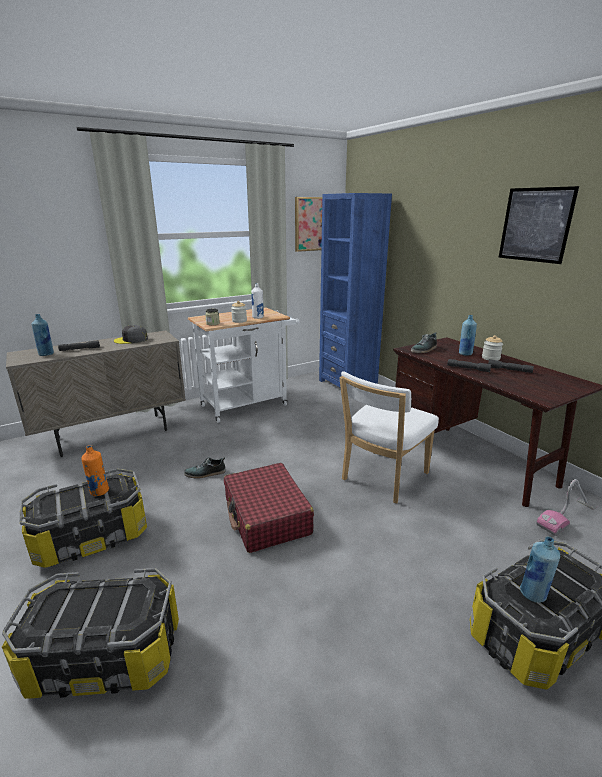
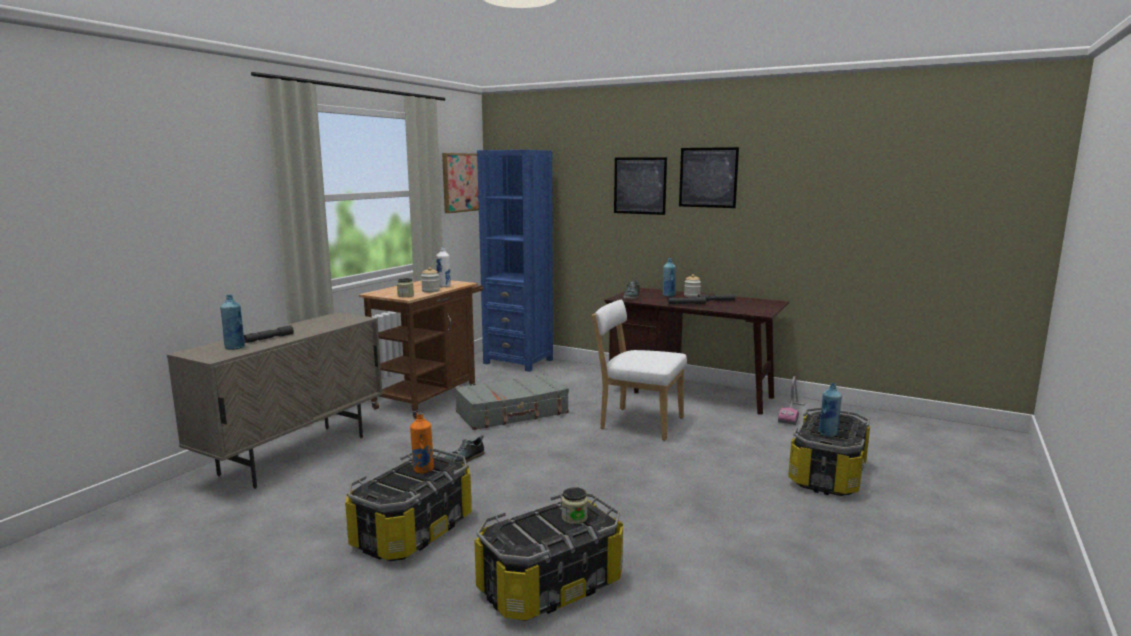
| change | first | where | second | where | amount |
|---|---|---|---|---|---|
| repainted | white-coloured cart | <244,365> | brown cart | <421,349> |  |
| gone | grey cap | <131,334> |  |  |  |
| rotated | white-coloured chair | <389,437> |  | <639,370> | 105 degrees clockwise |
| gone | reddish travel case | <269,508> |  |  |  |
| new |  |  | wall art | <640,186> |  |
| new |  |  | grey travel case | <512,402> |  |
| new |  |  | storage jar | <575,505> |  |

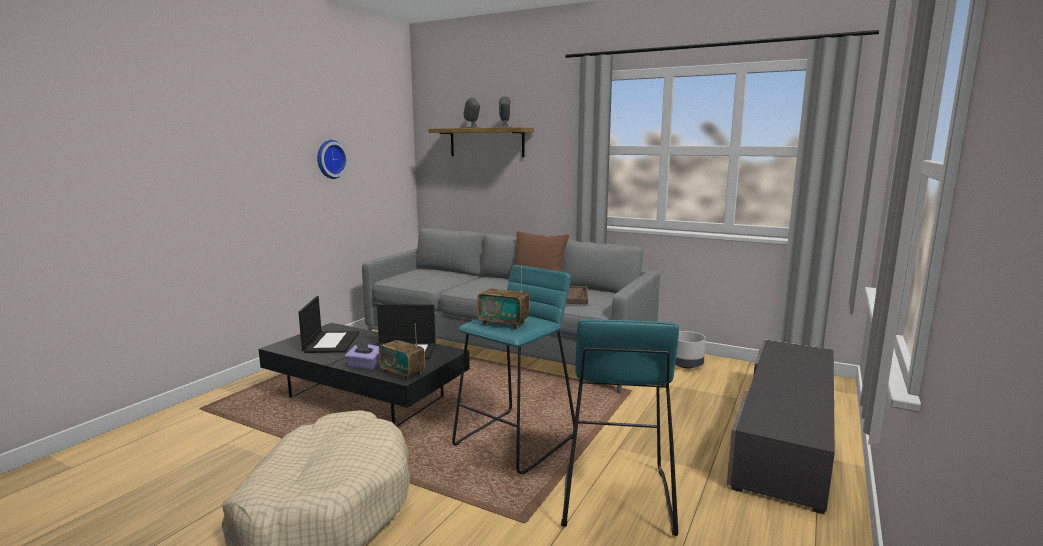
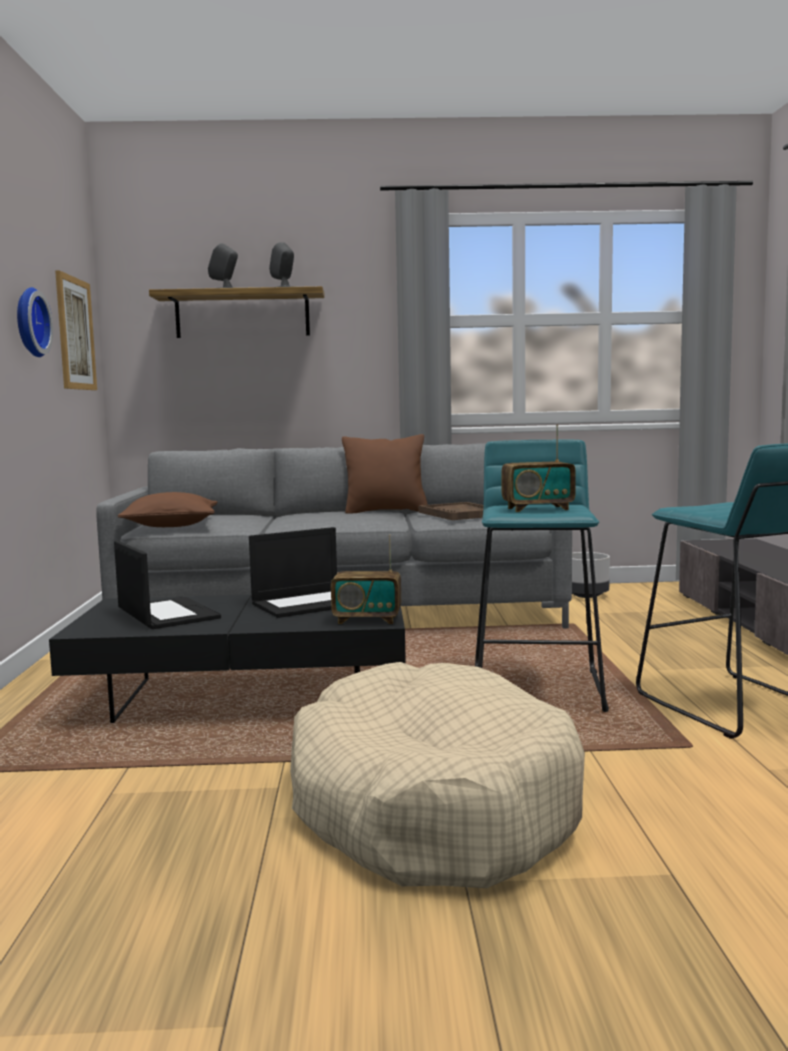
| change | first | where | second | where | amount |
|---|---|---|---|---|---|
| gone | purple tissue box | <362,356> |  |  |  |
| new |  |  | wall art | <76,330> |  |
| new |  |  | brown throw pillow | <167,509> |  |

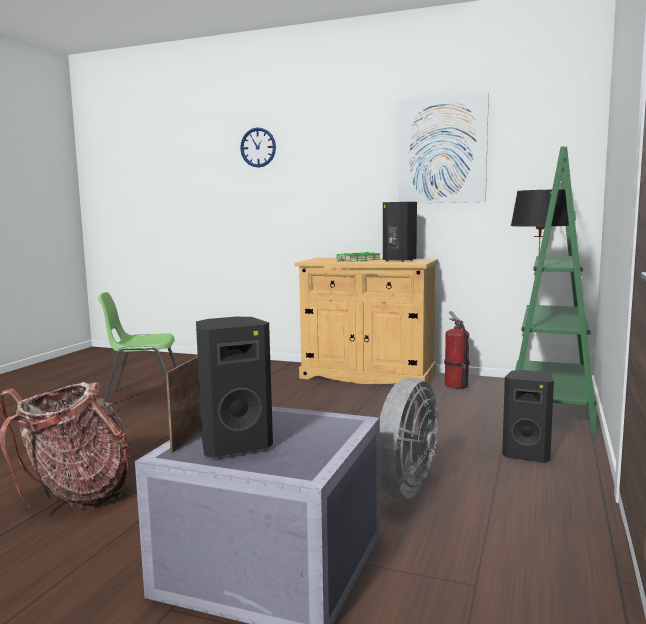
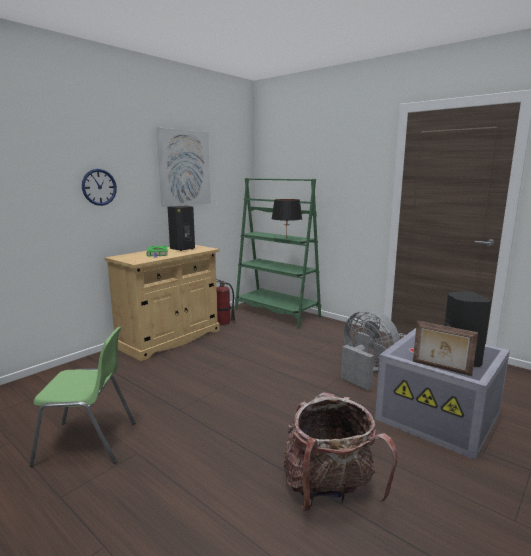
| change | first | where | second | where | amount |
|---|---|---|---|---|---|
| shifted | wall clock | <258,147> |  | <99,187> |  |
| rotated | green chair | <137,347> |  | <82,397> | 105 degrees counterclockwise |
| gone | black audio speaker | <528,416> |  |  |  |

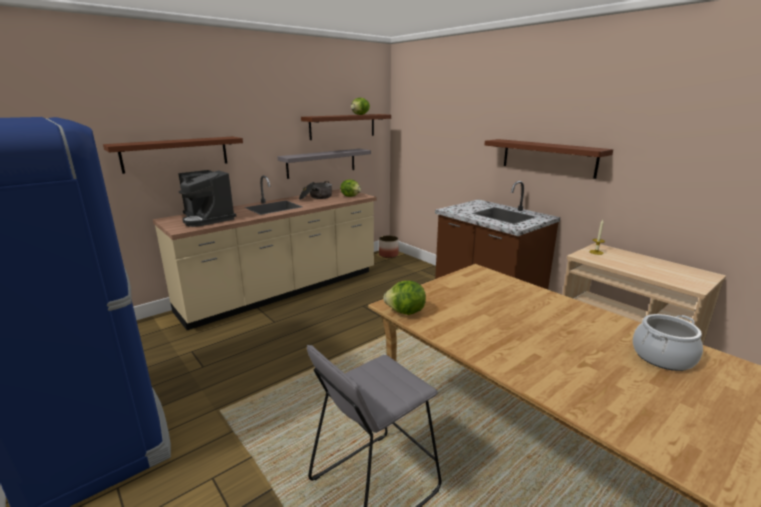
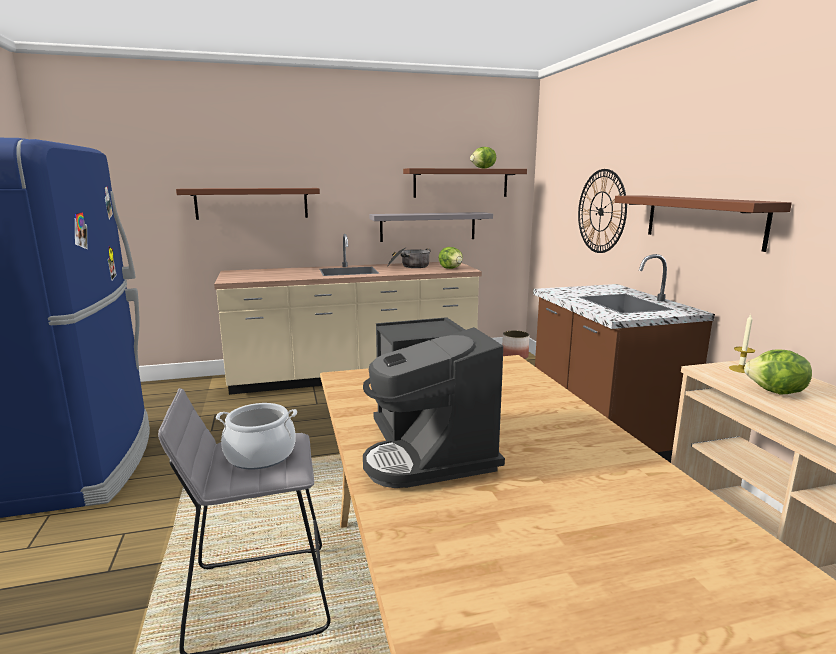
| change | first | where | second | where | amount |
|---|---|---|---|---|---|
| shifted | coffee maker | <207,198> |  | <434,402> |  |
| shifted | lettuce head | <404,298> |  | <778,371> |  |
| shifted | cooking pot | <668,342> |  | <256,436> |  |
| new |  |  | wall clock | <602,211> |  |

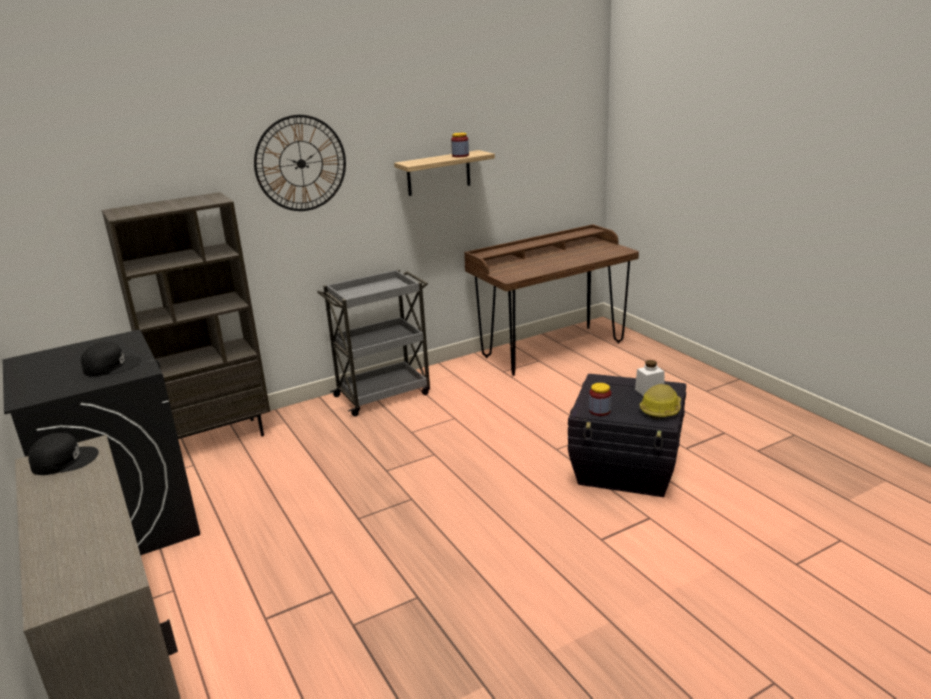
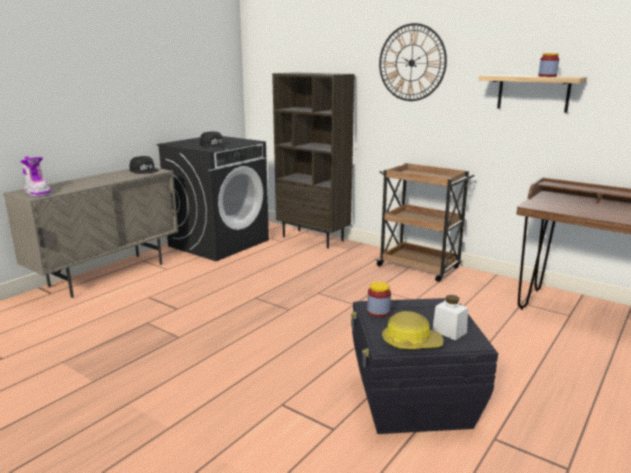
| change | first | where | second | where | amount |
|---|---|---|---|---|---|
| repainted | grey cart | <373,342> | brown cart | <424,222> |  |
| new |  |  | high-top boot | <35,176> |  |

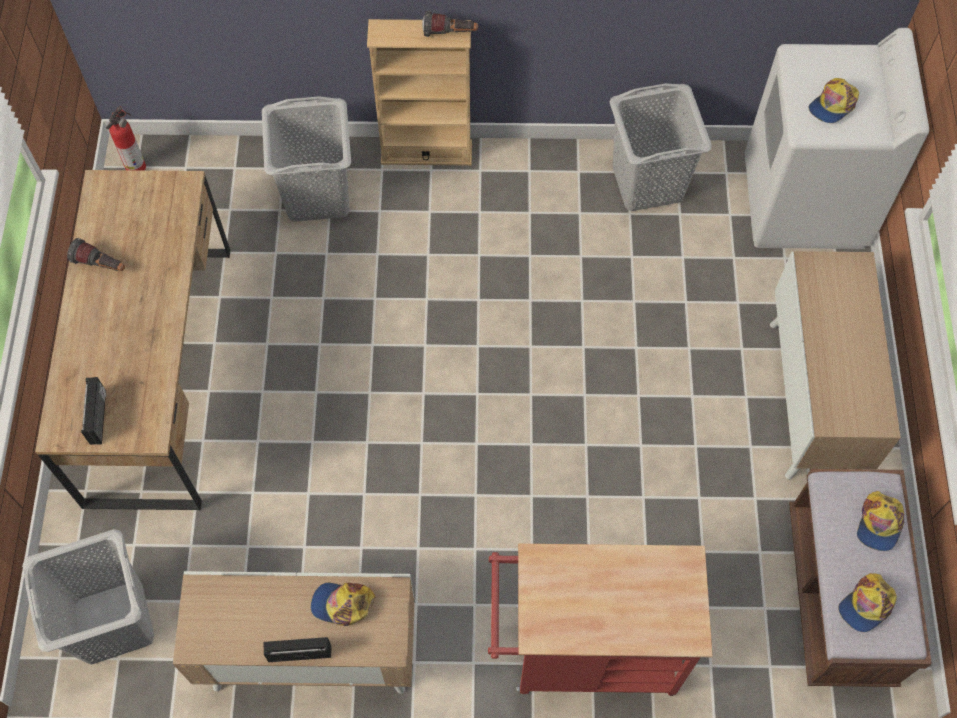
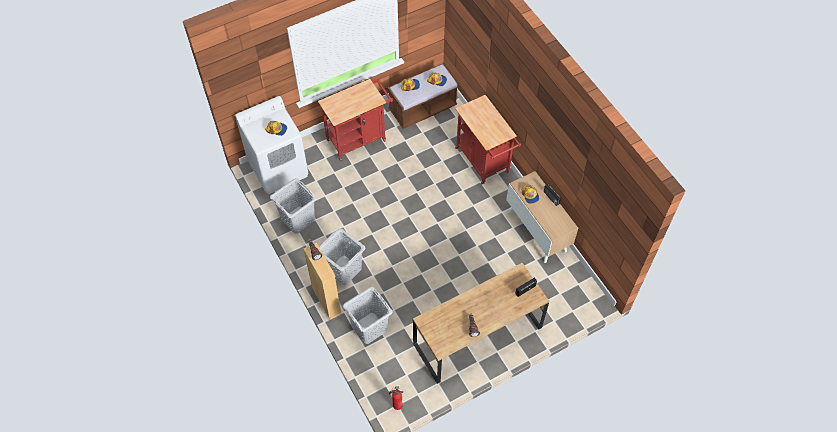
| change | first | where | second | where | amount |
|---|---|---|---|---|---|
| swapped | storage cabinet | <835,365> | reddish cart | <355,119> |  |
| shifted | grey washing basket | <88,597> |  | <342,256> |  |

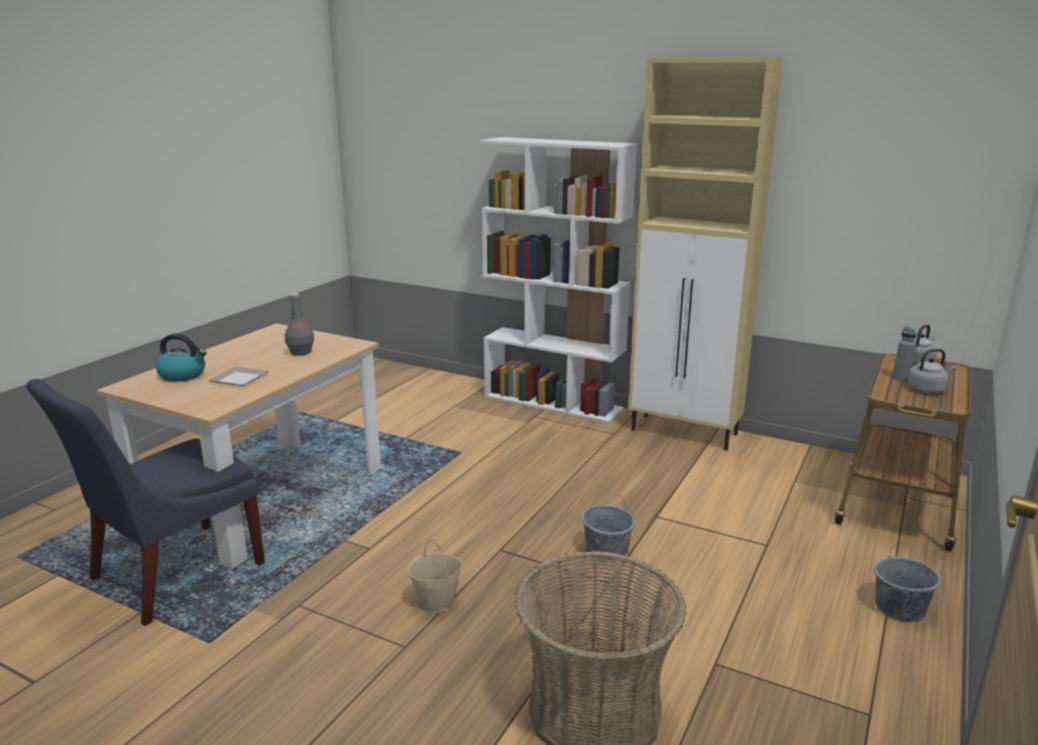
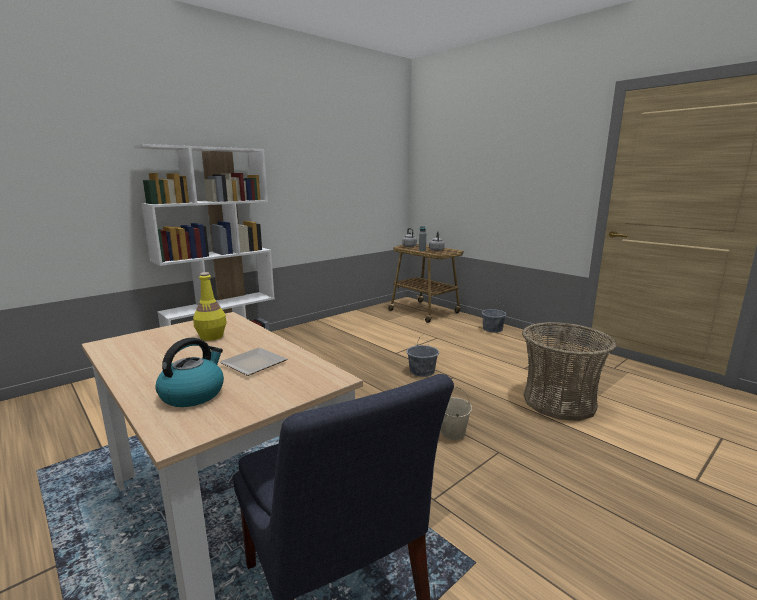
| change | first | where | second | where | amount |
|---|---|---|---|---|---|
| gone | beige-coloured storage cabinet | <705,254> |  |  |  |
| repainted | grey bottle | <299,324> | yellow bottle | <210,306> |  |

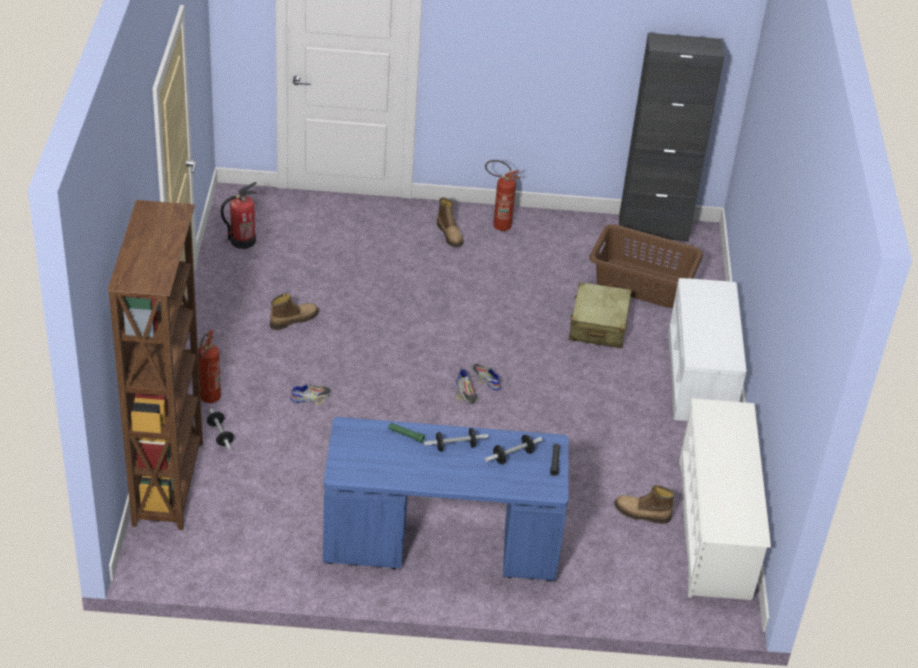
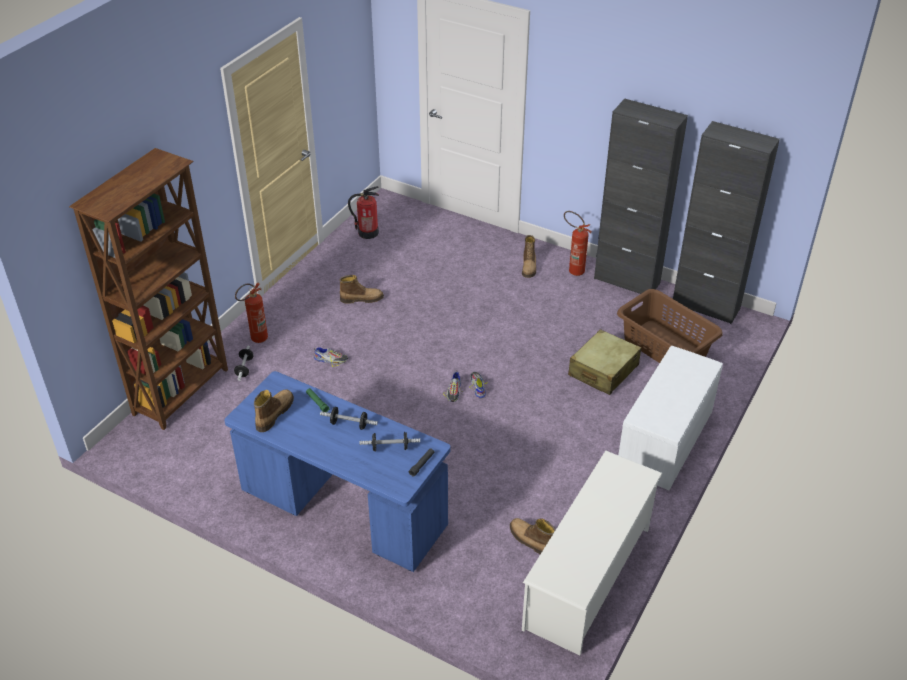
| change | first | where | second | where | amount |
|---|---|---|---|---|---|
| new |  |  | black storage cabinet | <641,196> |  |
| new |  |  | high-top boot | <274,410> |  |

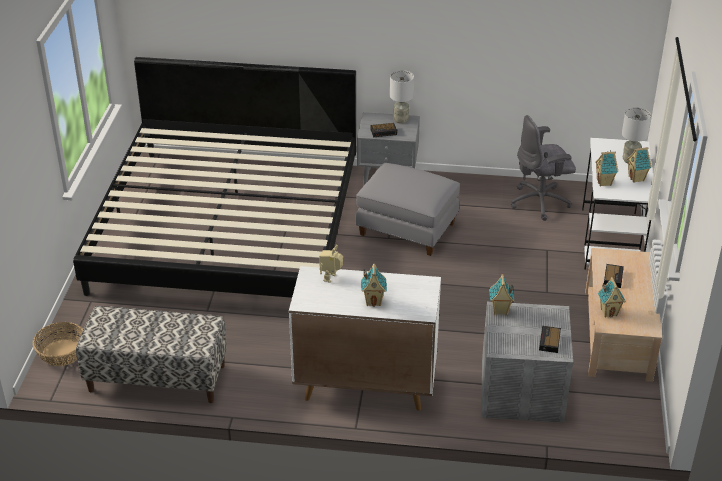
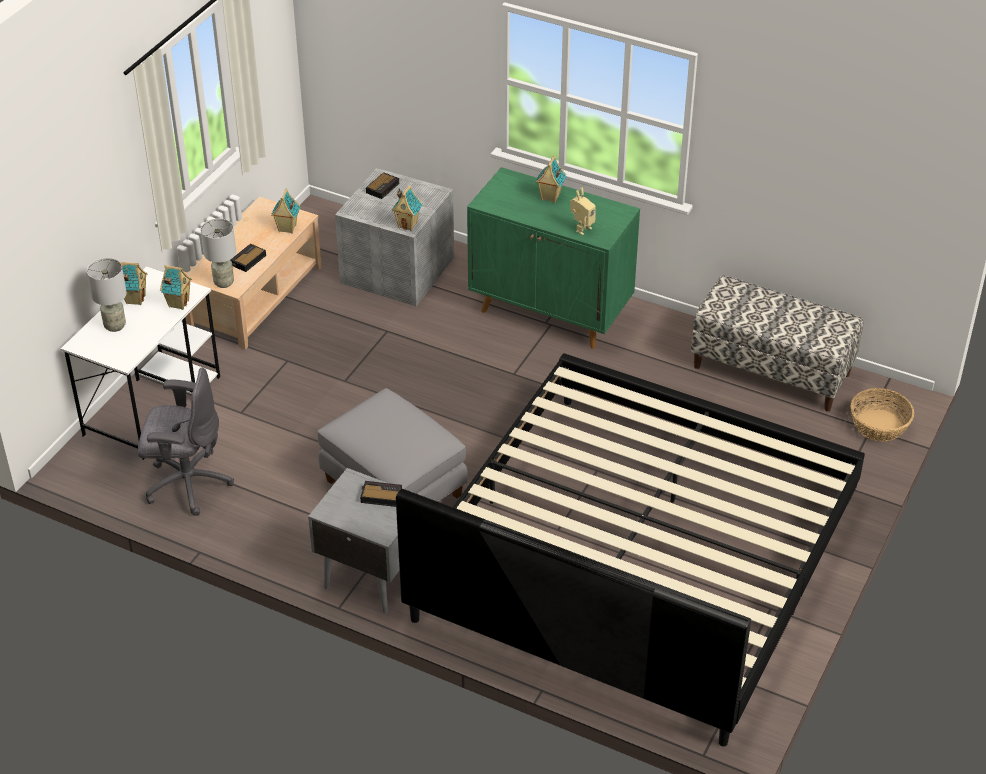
| change | first | where | second | where | amount |
|---|---|---|---|---|---|
| shifted | grey tabletop lamp | <402,97> |  | <218,253> |  |
| repainted | white-coloured storage cabinet | <365,338> | green storage cabinet | <553,258> |  |

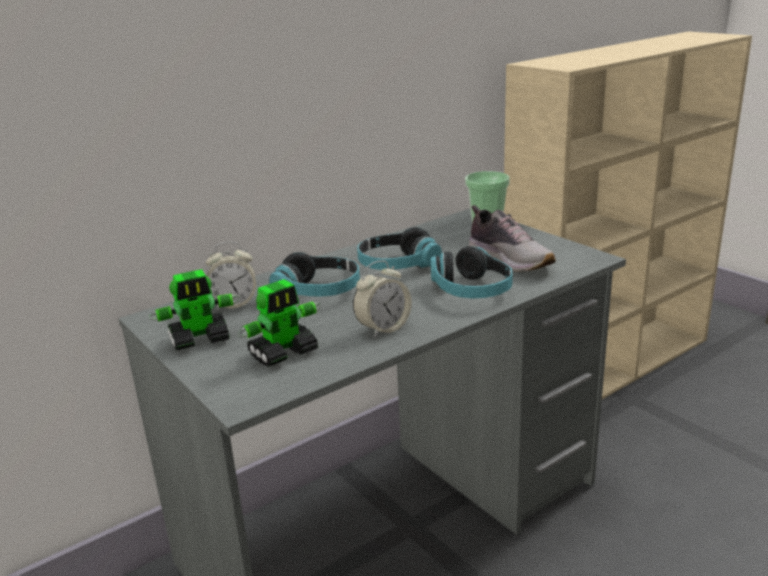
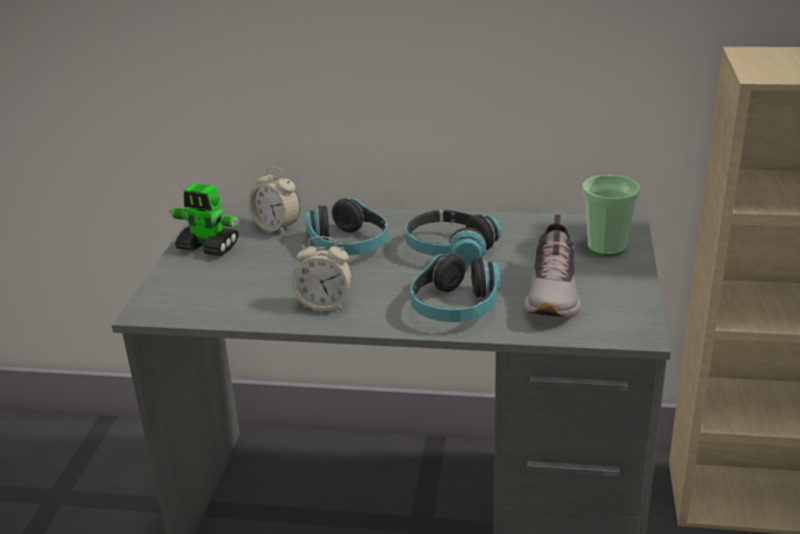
| change | first | where | second | where | amount |
|---|---|---|---|---|---|
| gone | model robot | <279,323> |  |  |  |

